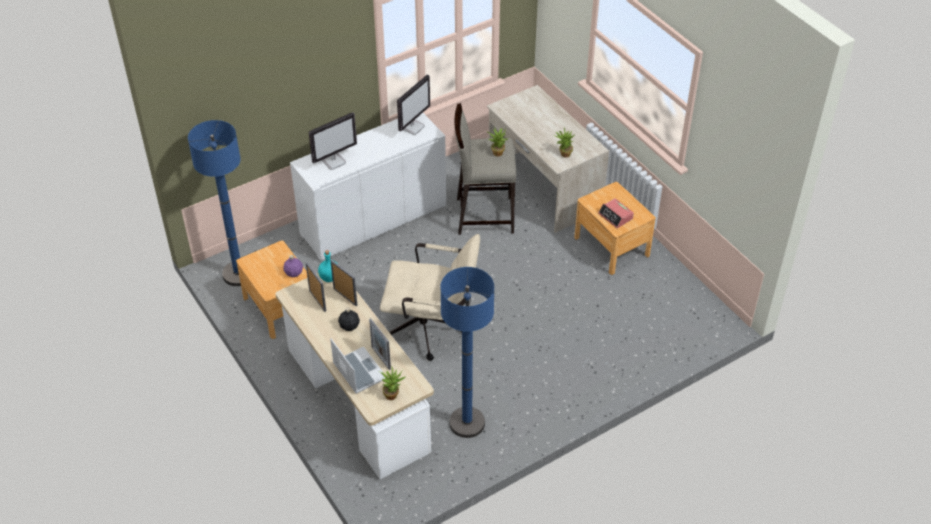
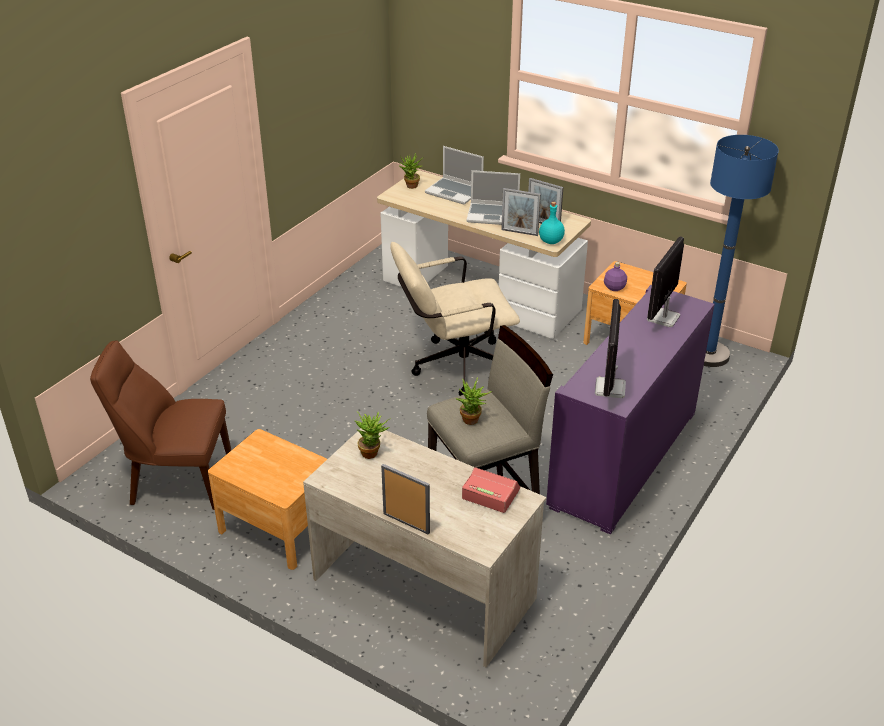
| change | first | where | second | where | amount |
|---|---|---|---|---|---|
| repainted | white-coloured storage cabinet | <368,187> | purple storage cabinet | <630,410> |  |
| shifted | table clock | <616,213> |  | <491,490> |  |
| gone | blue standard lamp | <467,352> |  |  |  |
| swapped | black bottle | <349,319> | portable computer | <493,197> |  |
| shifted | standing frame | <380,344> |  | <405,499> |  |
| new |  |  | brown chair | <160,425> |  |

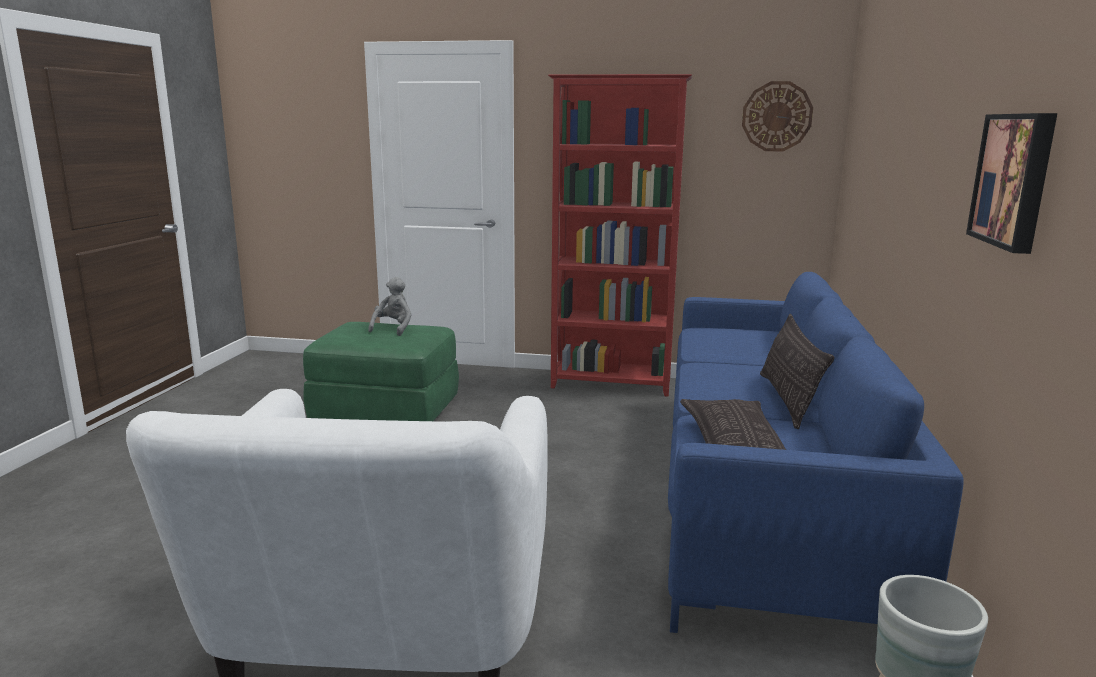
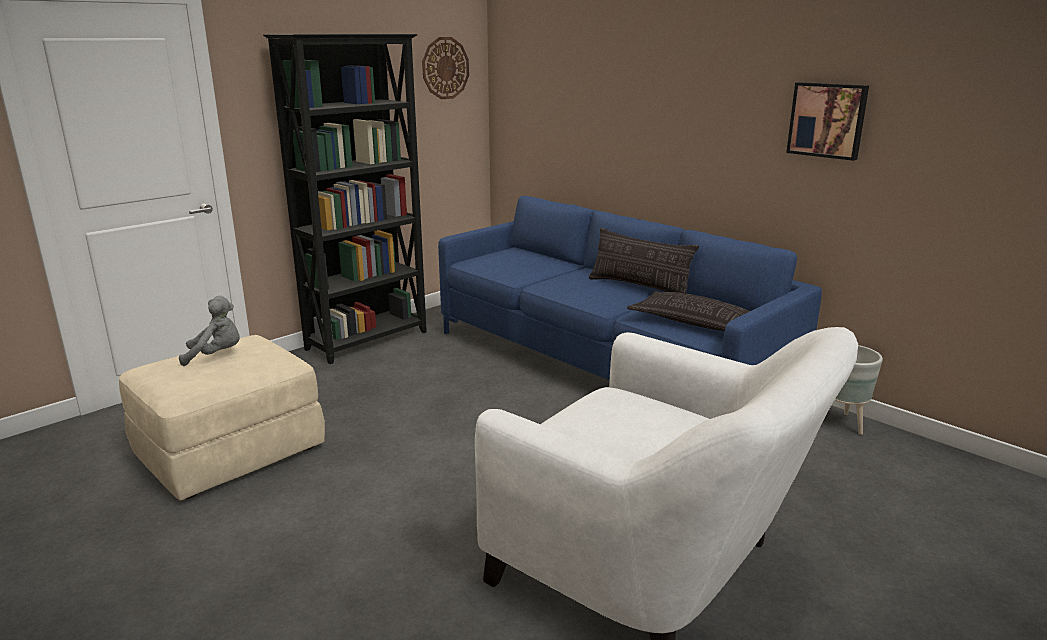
| change | first | where | second | where | amount |
|---|---|---|---|---|---|
| repainted | reddish bookcase | <620,235> | black bookcase | <345,199> |  |
| rotated | grey soft toy | <389,306> |  | <209,331> | 120 degrees clockwise |
| repainted | green pouffe | <381,371> | beige-coloured pouffe | <222,418> |  |

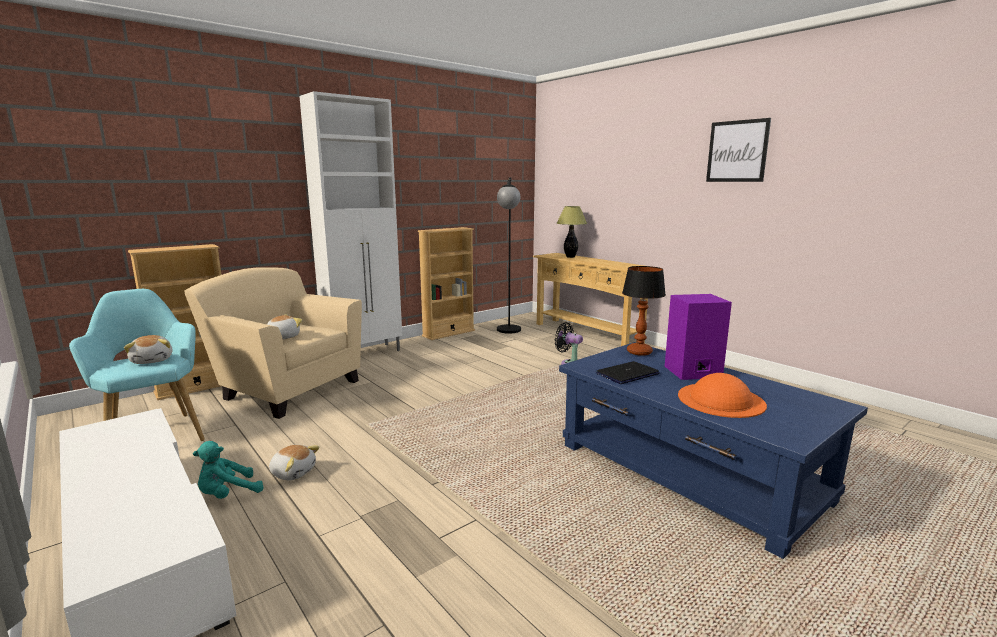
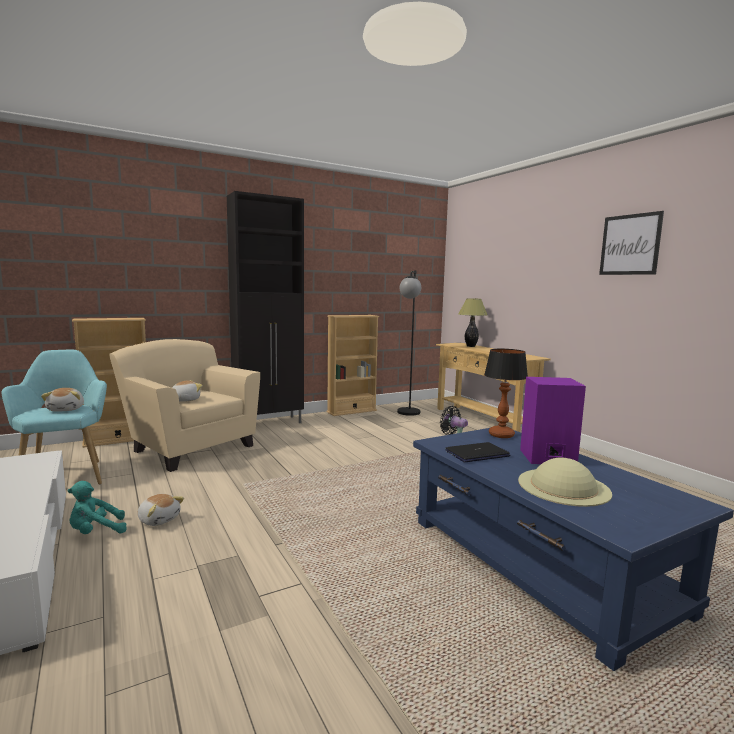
| change | first | where | second | where | amount |
|---|---|---|---|---|---|
| repainted | white-coloured storage cabinet | <350,221> | black storage cabinet | <265,307> |  |
| repainted | orange clothing hat | <722,395> | beige-coloured clothing hat | <565,482> |  |

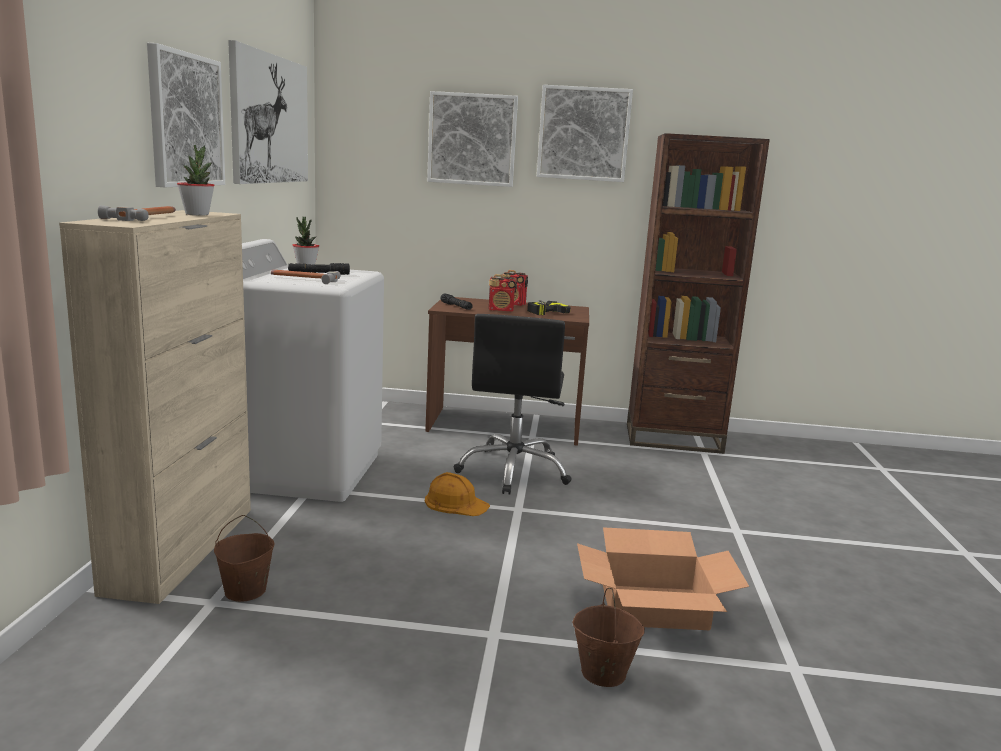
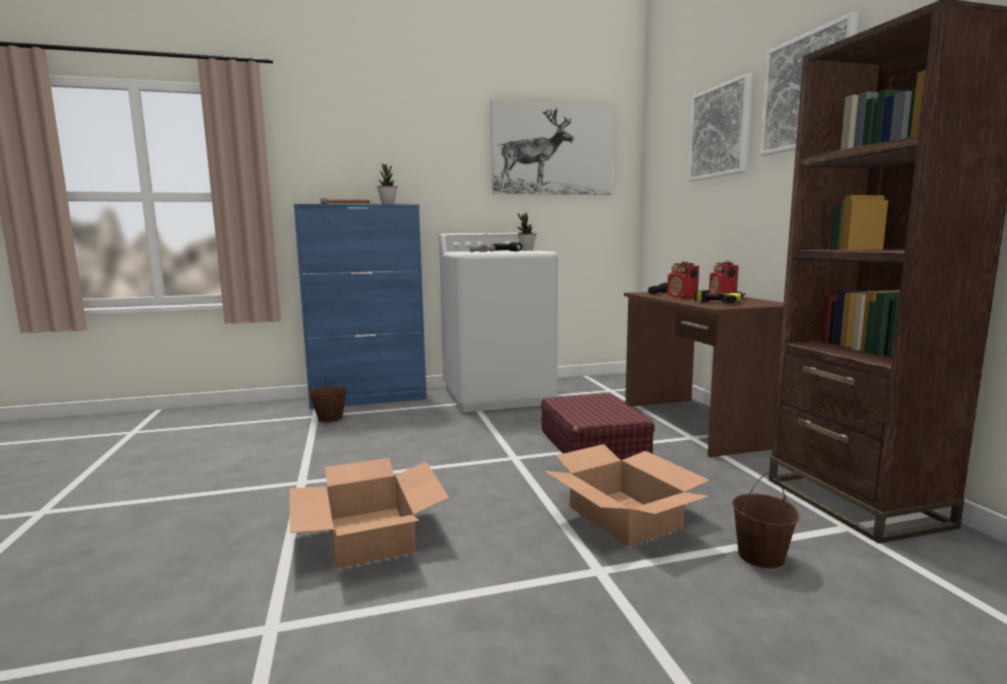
| change | first | where | second | where | amount |
|---|---|---|---|---|---|
| gone | wall art | <186,115> |  |  |  |
| repainted | beige-coloured storage cabinet | <155,407> | blue storage cabinet | <360,306> |  |
| swapped | black desk chair | <513,404> | reddish travel case | <598,426> |  |
| gone | orange work helmet | <457,494> |  |  |  |
| shifted | brown pail | <608,637> |  | <766,520> |  |
| new |  |  | carton | <627,495> |  |

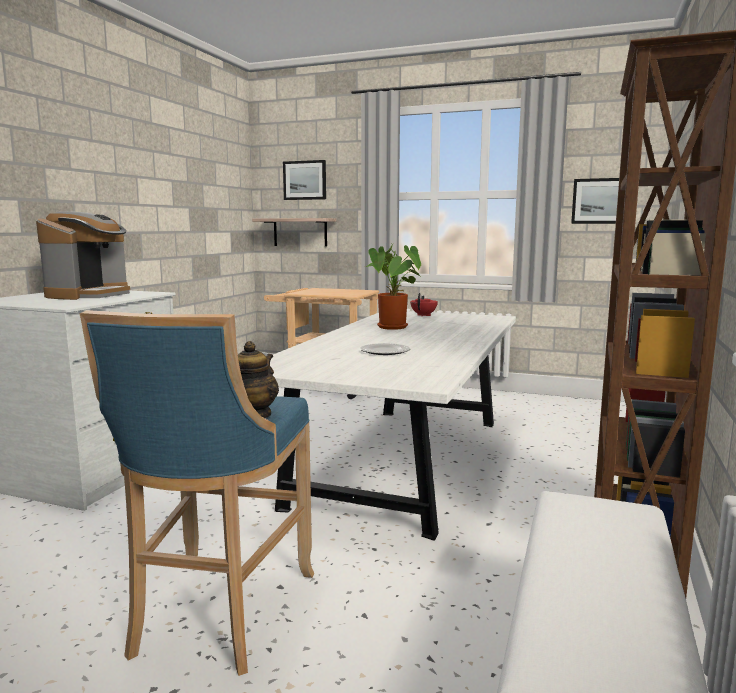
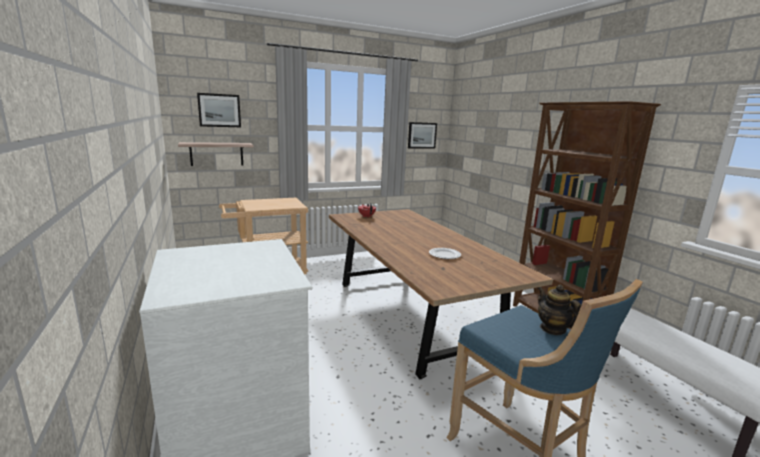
| change | first | where | second | where | amount |
|---|---|---|---|---|---|
| gone | coffee maker | <83,255> |  |  |  |
| gone | plant in a pot | <393,287> |  |  |  |
| repainted | white-coloured dinner table | <393,426> | brown dinner table | <441,294> |  |

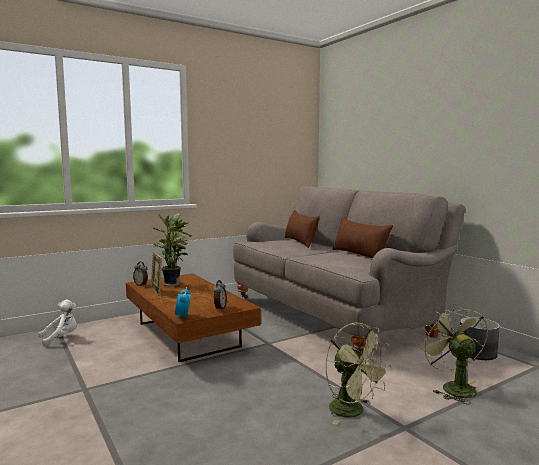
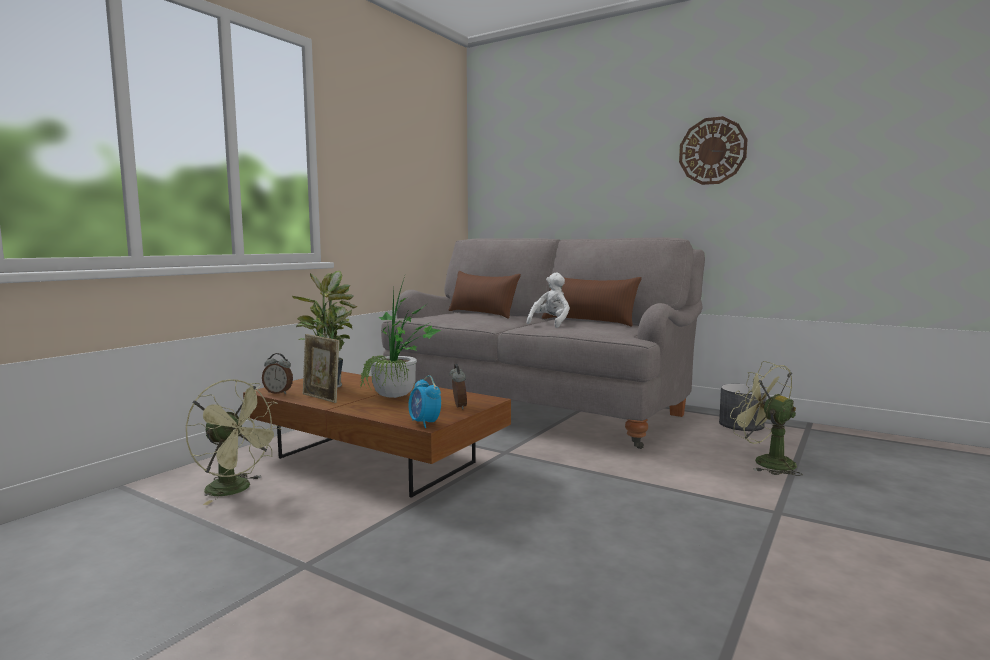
| change | first | where | second | where | amount |
|---|---|---|---|---|---|
| shifted | white-coloured soft toy | <57,322> |  | <548,300> |  |
| shifted | green electric fan | <359,374> |  | <233,442> |  |
| new |  |  | wall clock | <713,150> |  |
| new |  |  | plant in a pot | <400,335> |  |

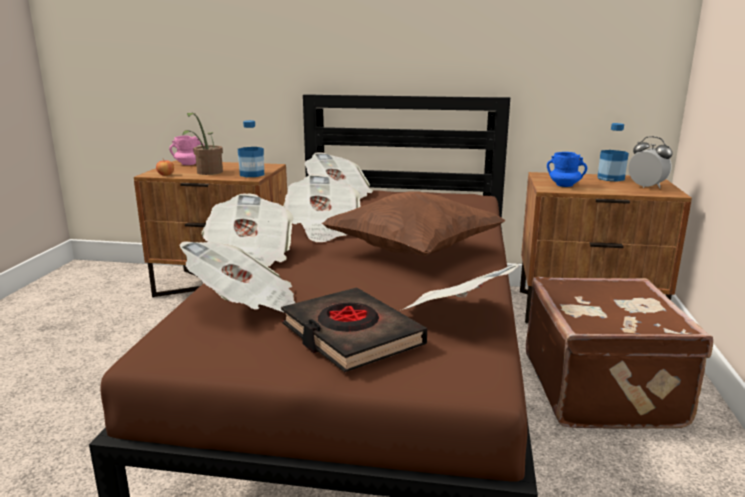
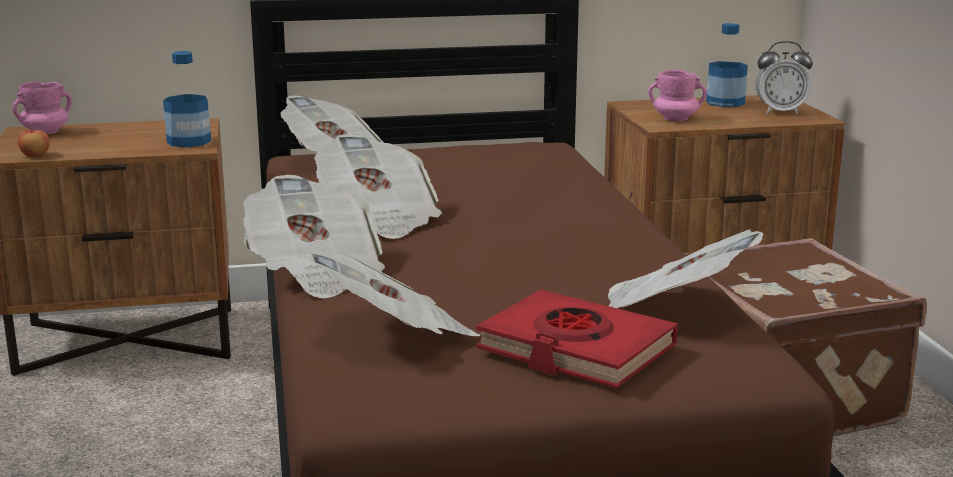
| change | first | where | second | where | amount |
|---|---|---|---|---|---|
| gone | plant in a pot | <203,144> |  |  |  |
| rotated | table clock | <650,162> |  | <784,77> | 150 degrees clockwise |
| repainted | blue coffee mug | <567,169> | pink-coloured coffee mug | <677,95> |  |
| gone | brown throw pillow | <413,224> |  |  |  |
| repainted | black volume | <354,330> | reddish volume | <577,339> |  |

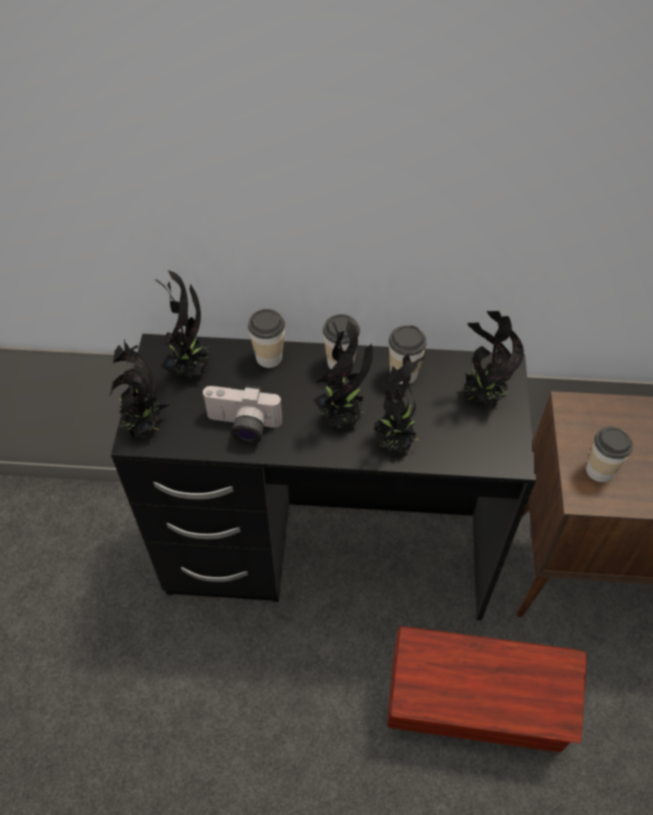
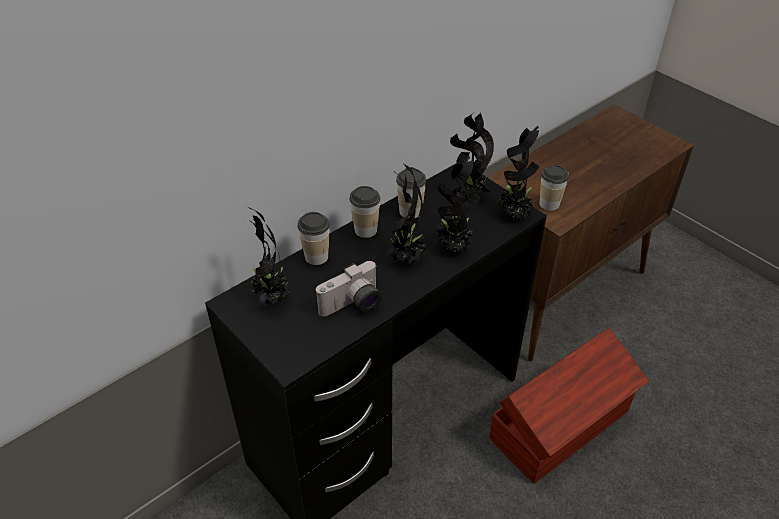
| change | first | where | second | where | amount |
|---|---|---|---|---|---|
| shifted | plant in a pot | <139,389> |  | <518,173> |  |

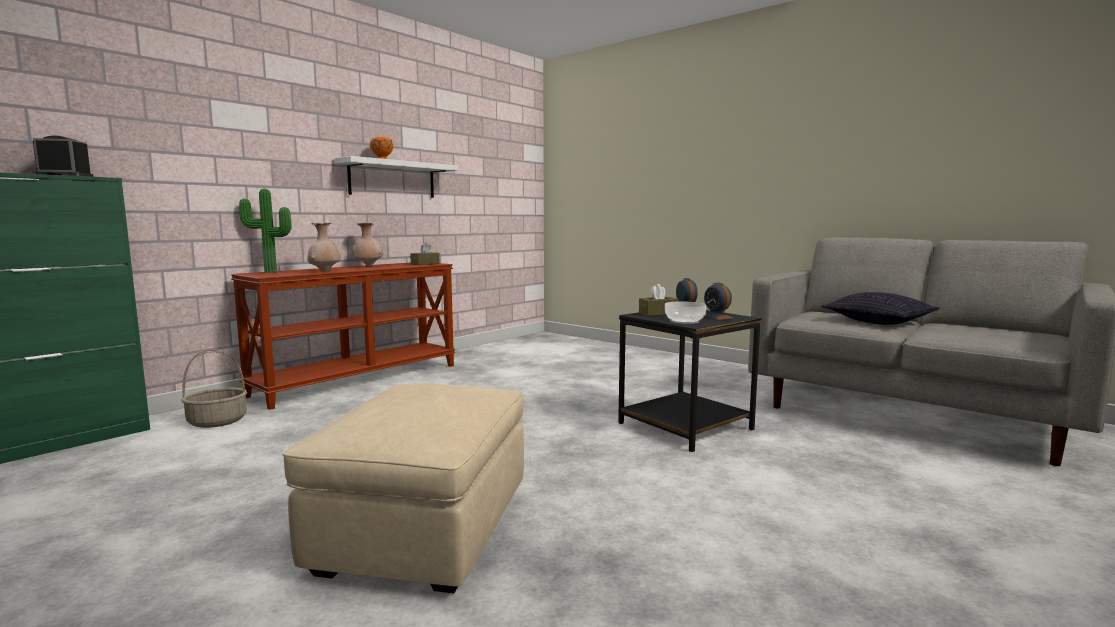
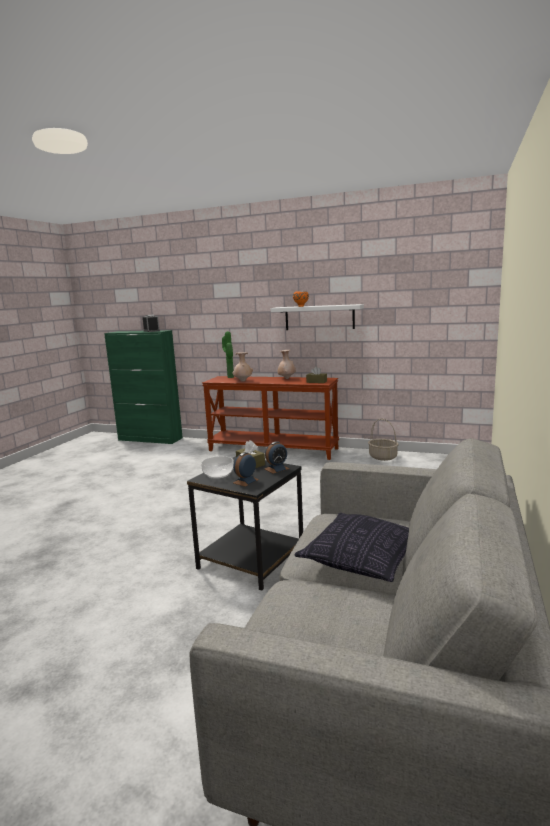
| change | first | where | second | where | amount |
|---|---|---|---|---|---|
| shifted | household basket | <214,388> |  | <383,439> |  |
| gone | beige-coloured pouffe | <403,488> |  |  |  |

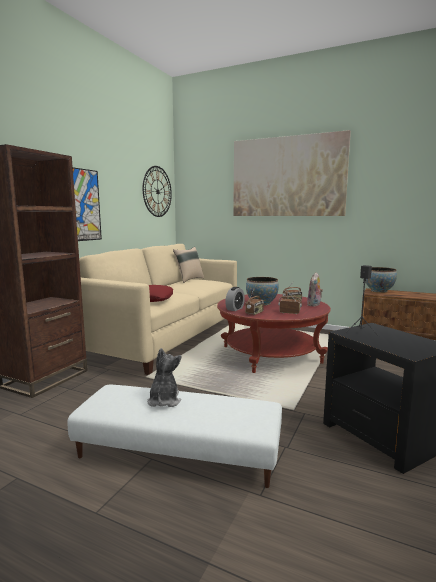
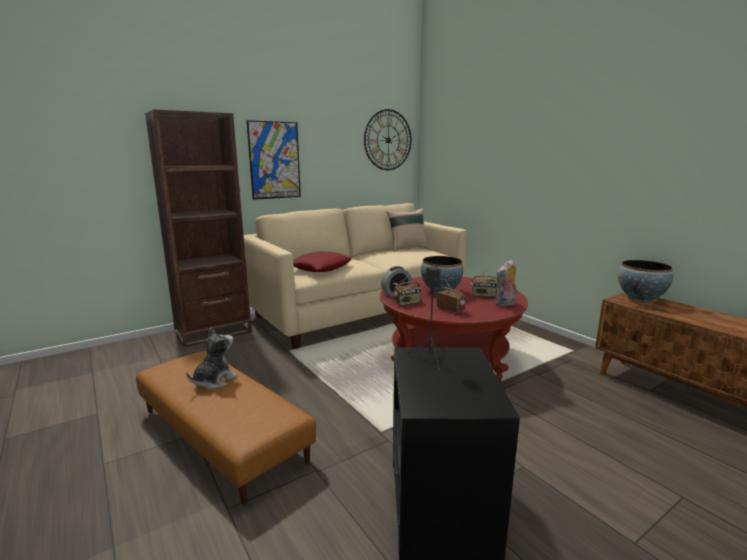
| change | first | where | second | where | amount |
|---|---|---|---|---|---|
| gone | wall art | <292,173> |  |  |  |
| repainted | white-coloured pouffe | <174,436> | brown pouffe | <226,428> |  |

